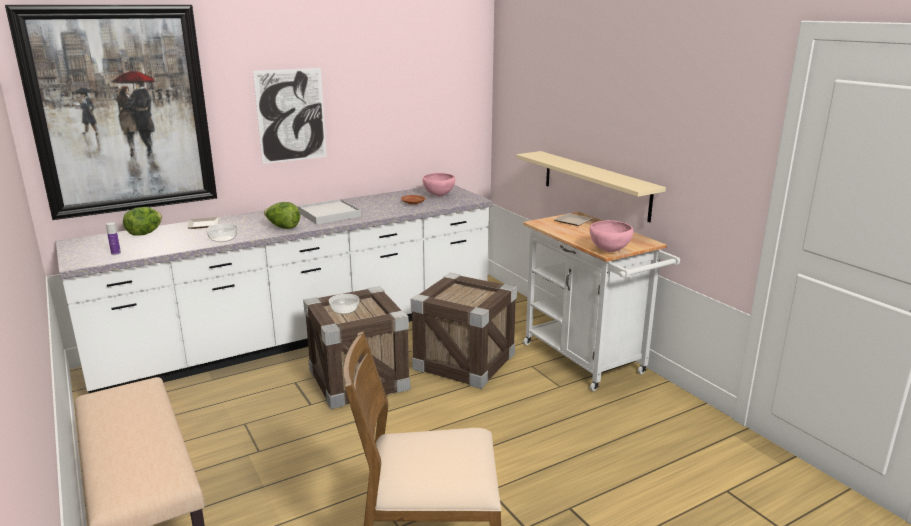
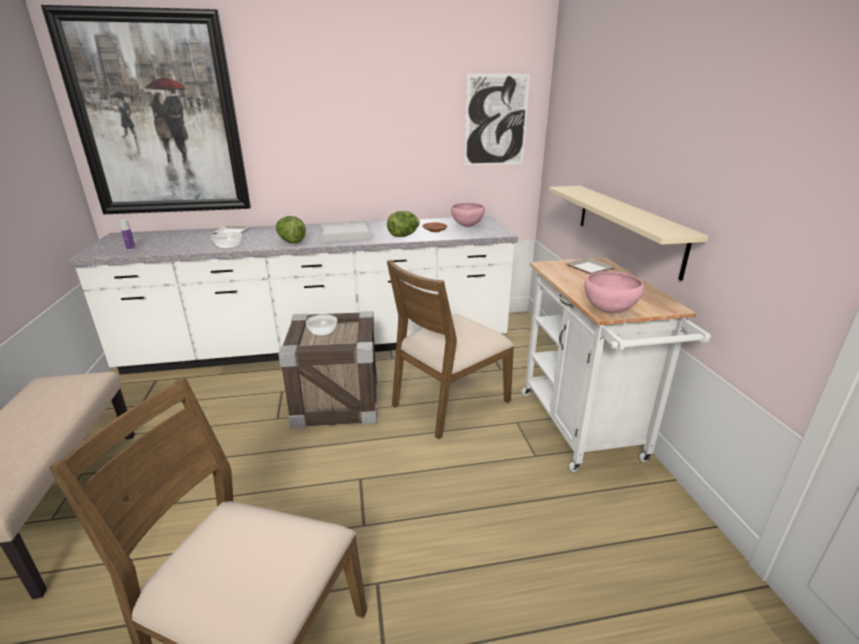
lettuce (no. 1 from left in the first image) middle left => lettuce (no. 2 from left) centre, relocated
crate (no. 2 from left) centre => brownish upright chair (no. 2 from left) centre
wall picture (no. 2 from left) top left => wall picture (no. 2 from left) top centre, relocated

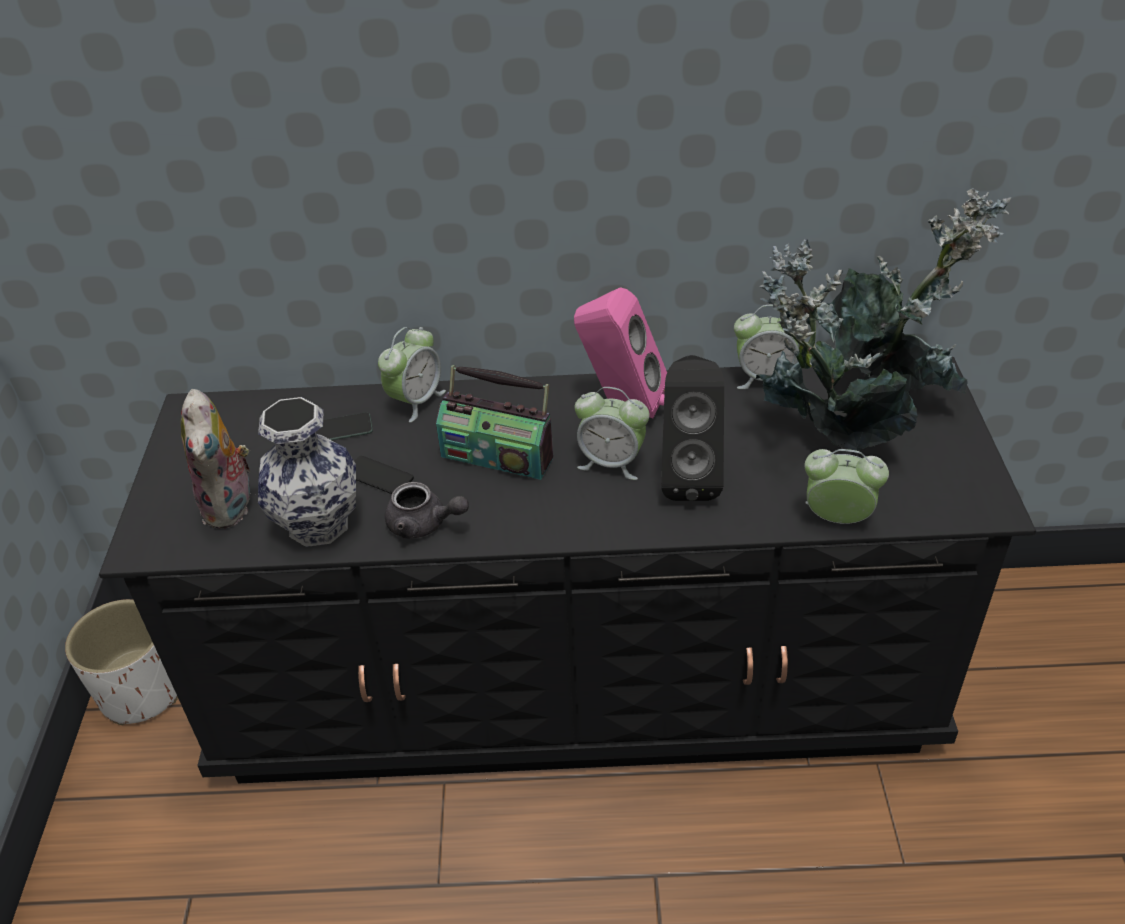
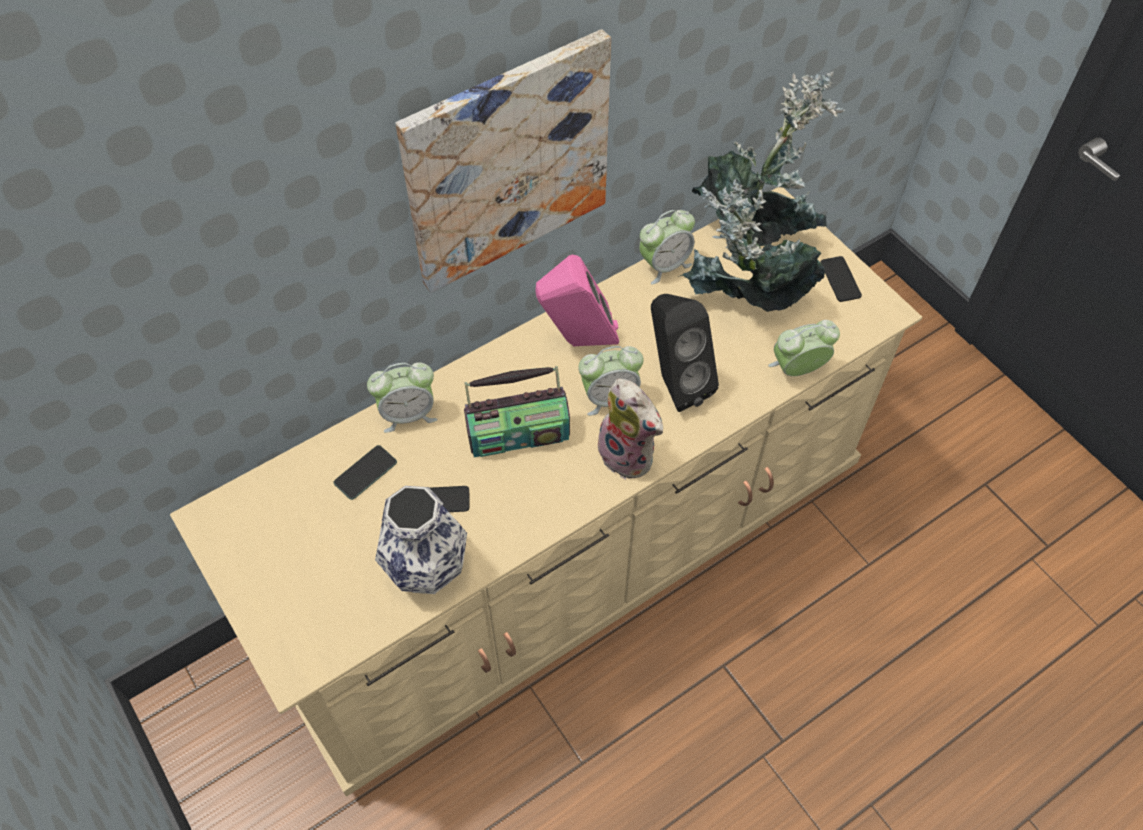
blackish drawer chest centre => beige-coloured drawer chest centre
bedside clock (no. 1 from left) centre, 75 degrees clockwise
nothing => wall picture top centre
plush toy middle left => plush toy centre, relocated
nothing => phone (no. 3 from left) middle right
white planter bottom left => nothing
gray pot for tea centre => nothing

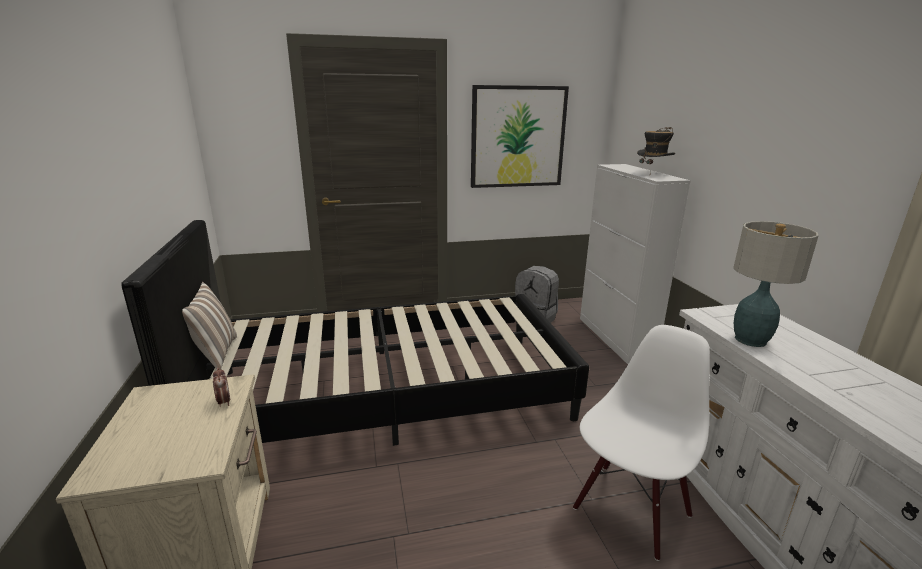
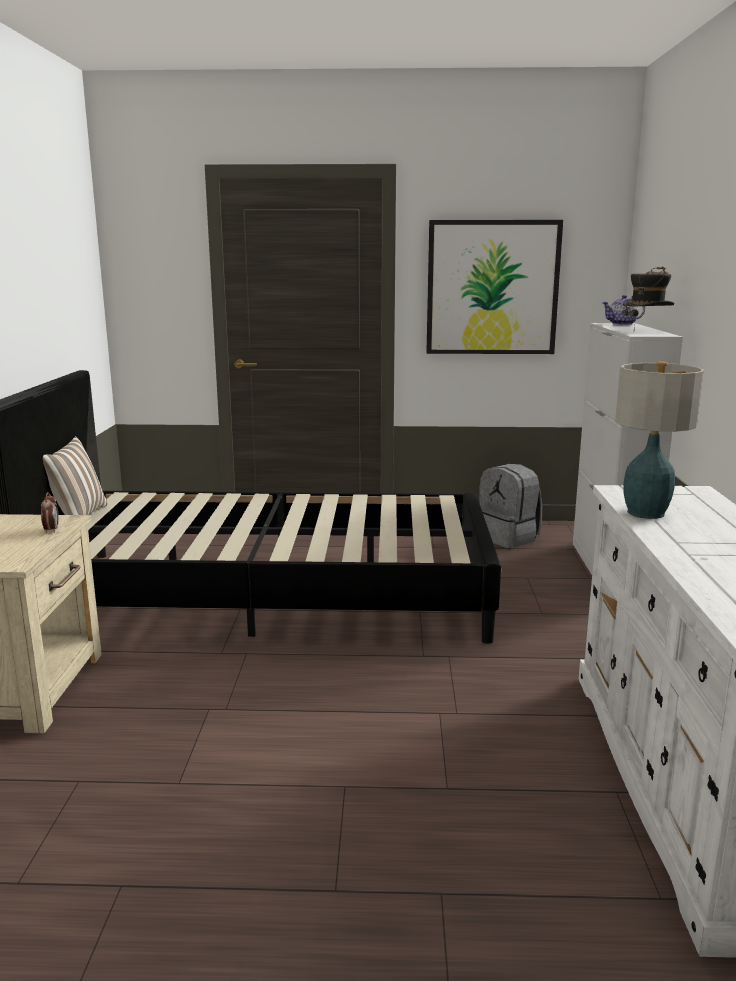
nothing => pot for tea top right
white upright chair bottom right => nothing

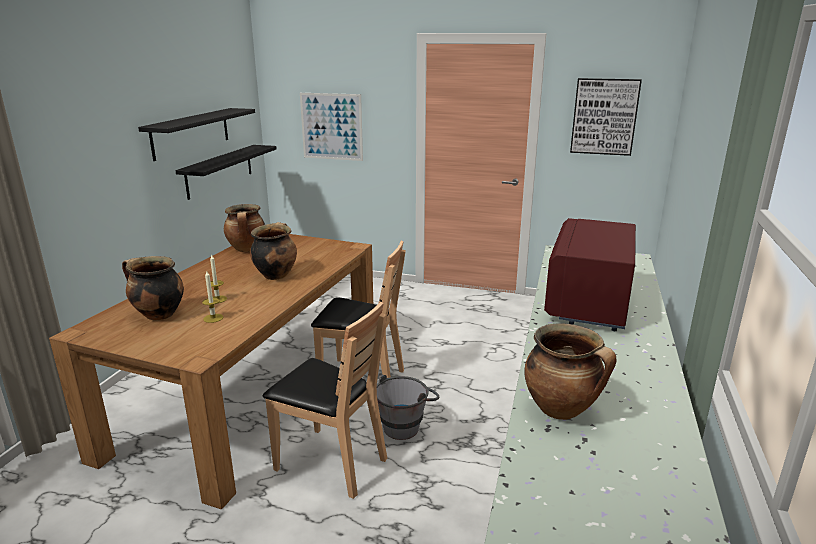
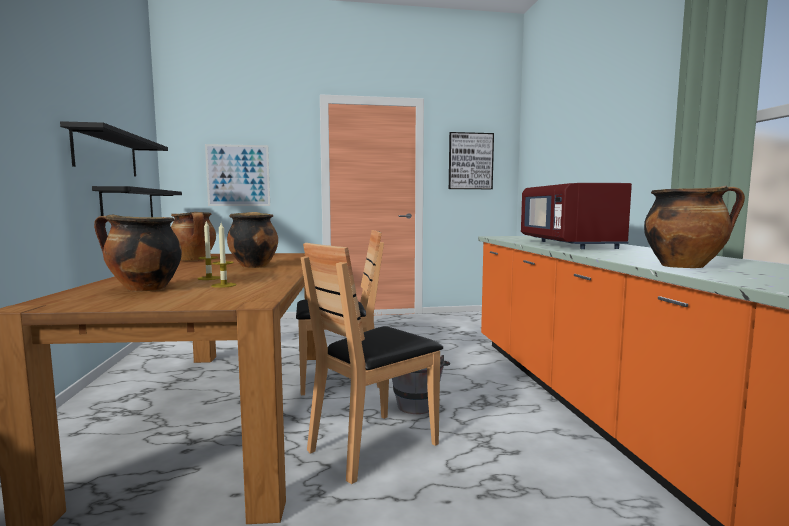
brownish upright chair (no. 1 from left in the first image) bottom centre => brownish upright chair (no. 2 from left) bottom centre, 135 degrees clockwise

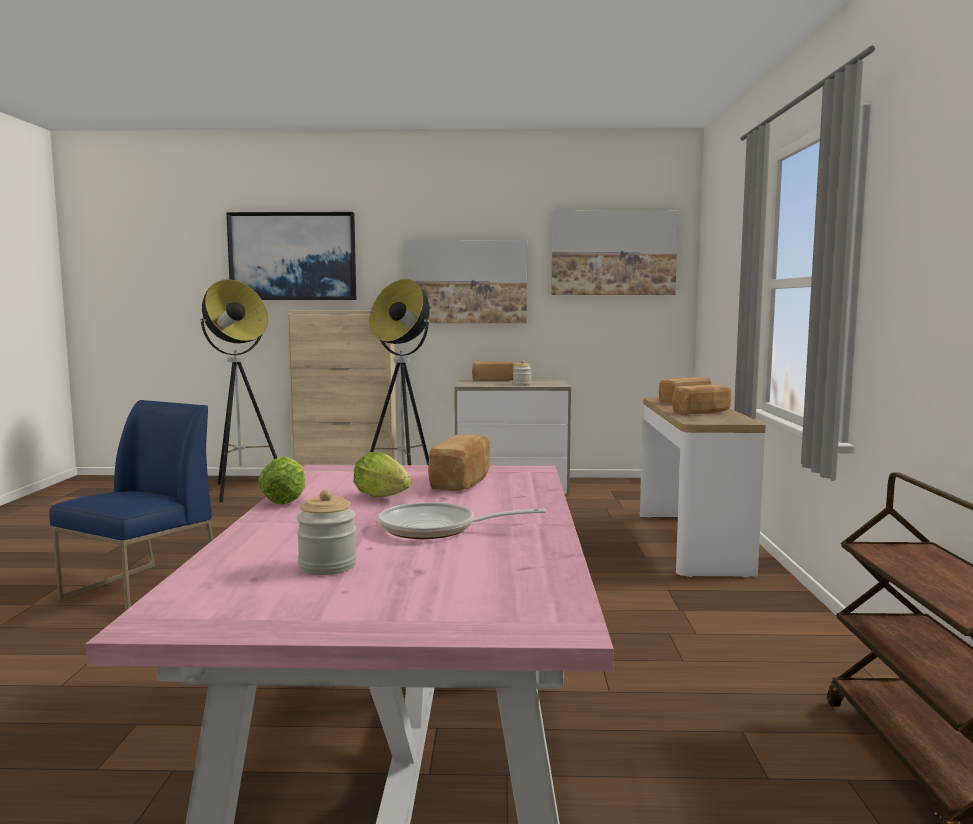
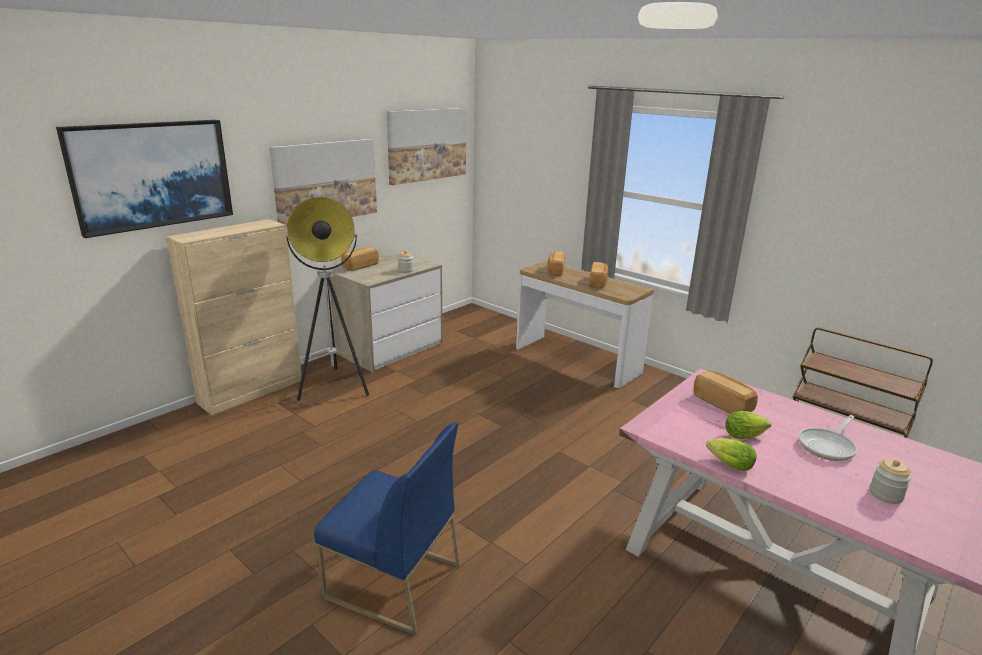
blue-coloured upright chair middle left => blue-coloured upright chair bottom centre, 135 degrees clockwise
standard lamp (no. 1 from left) middle left => nothing

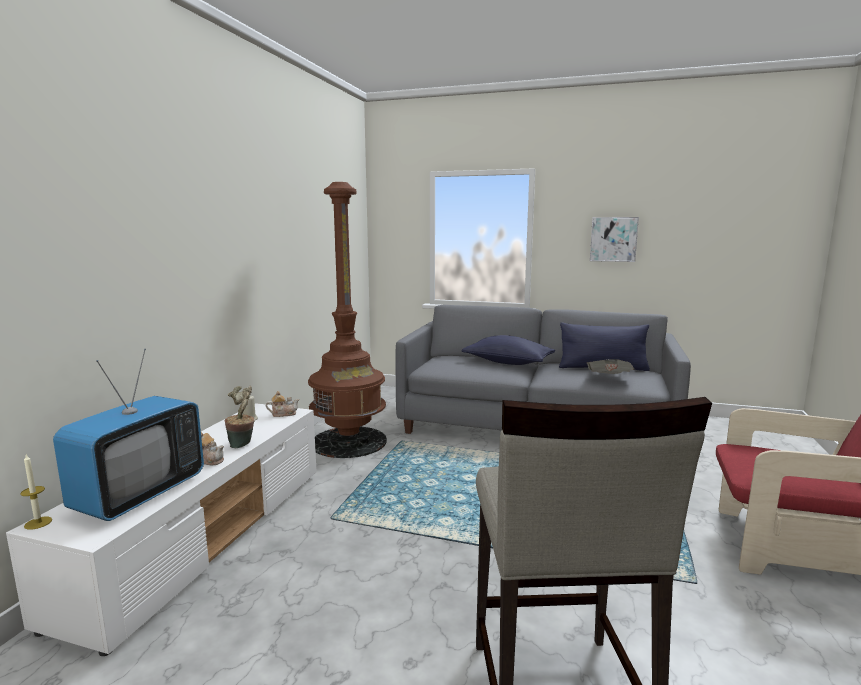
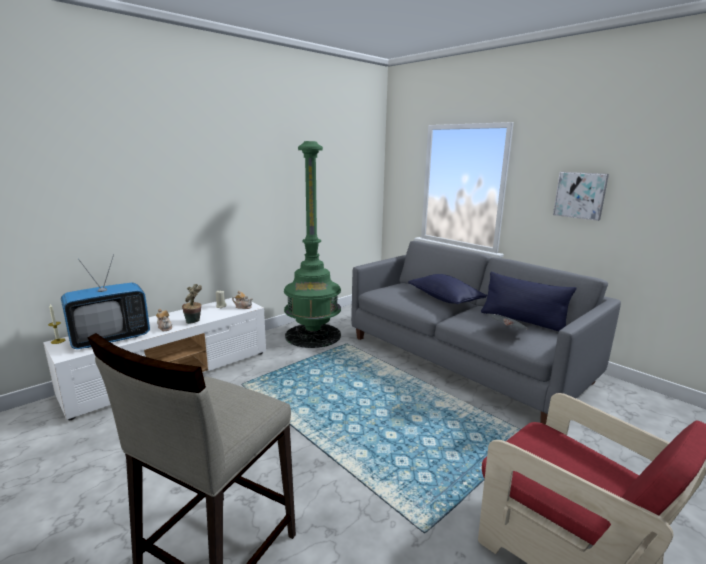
brownish standard lamp centre => green-coloured standard lamp centre

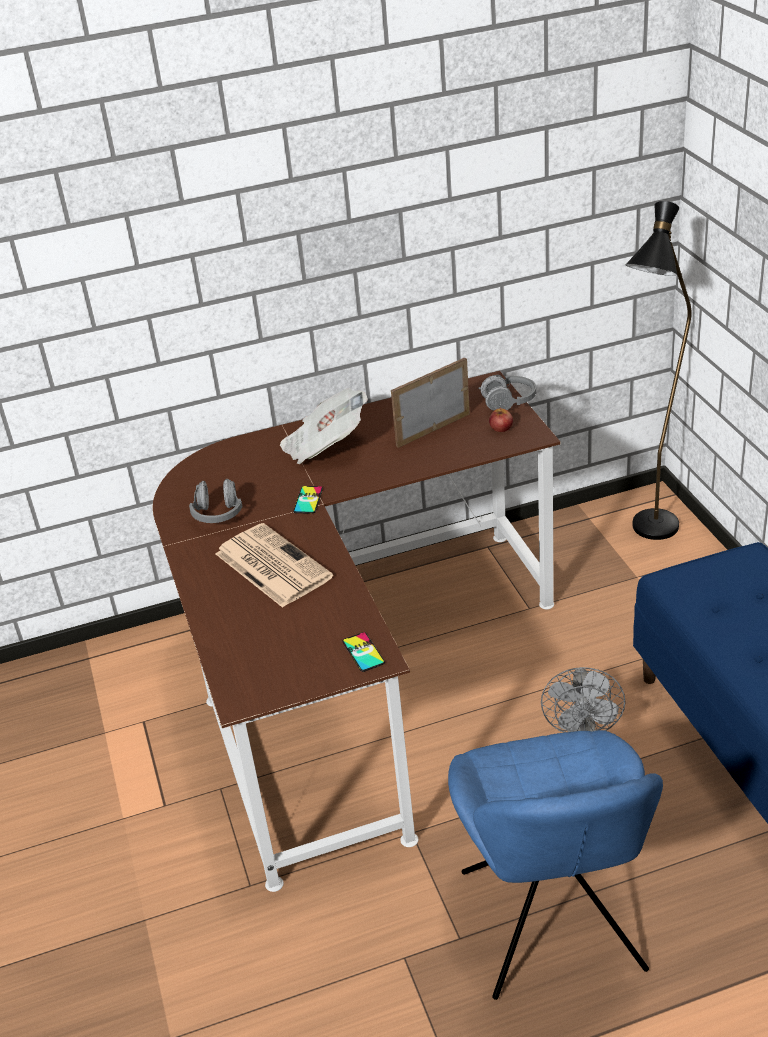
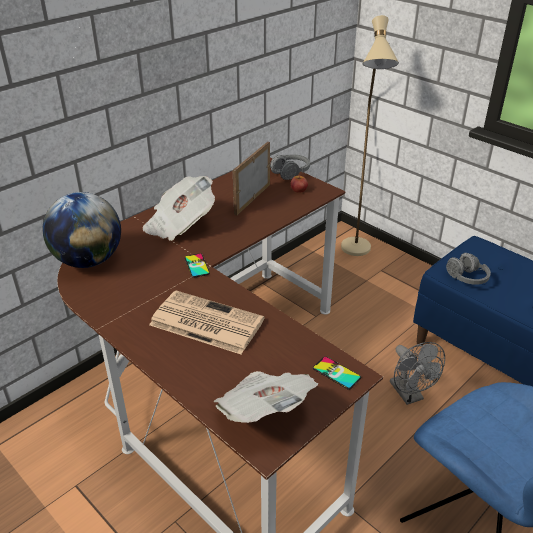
nothing => desk globe middle left
nothing => printed paper (no. 3 from left) bottom centre
blackish standard lamp middle right => beige-coloured standard lamp top right
gray pair of headphones (no. 1 from left in the first image) middle left => gray pair of headphones (no. 2 from left) middle right, relocated

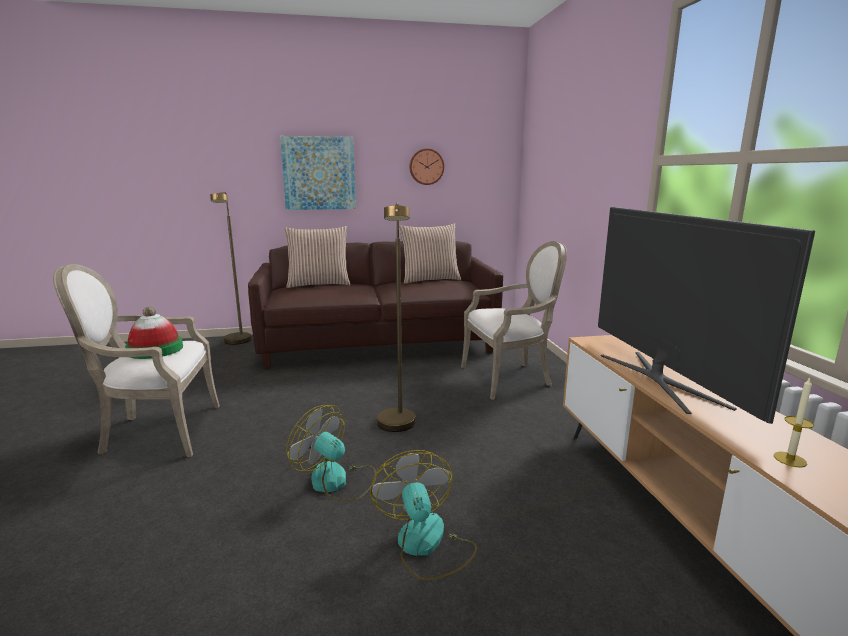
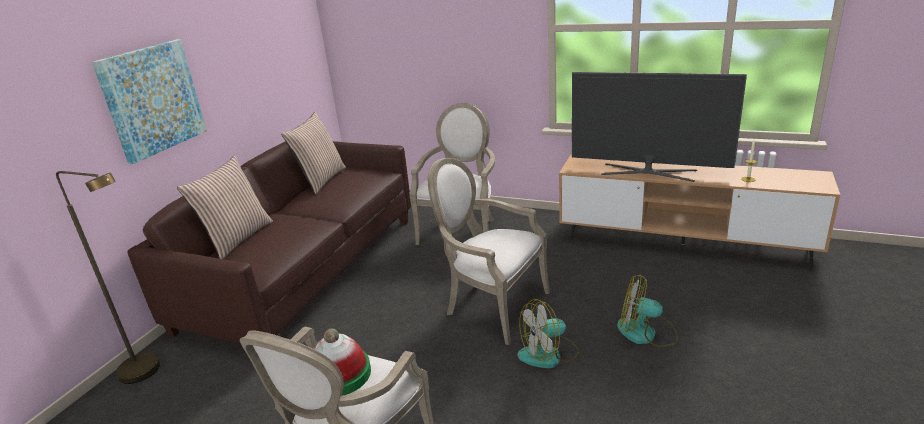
brownish standard lamp (no. 2 from left) centre => easy chair (no. 3 from left) centre
hanging clock top centre => nothing

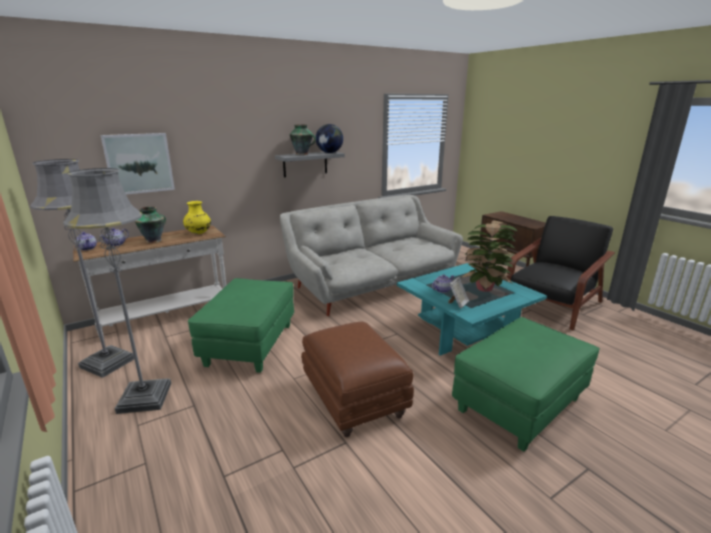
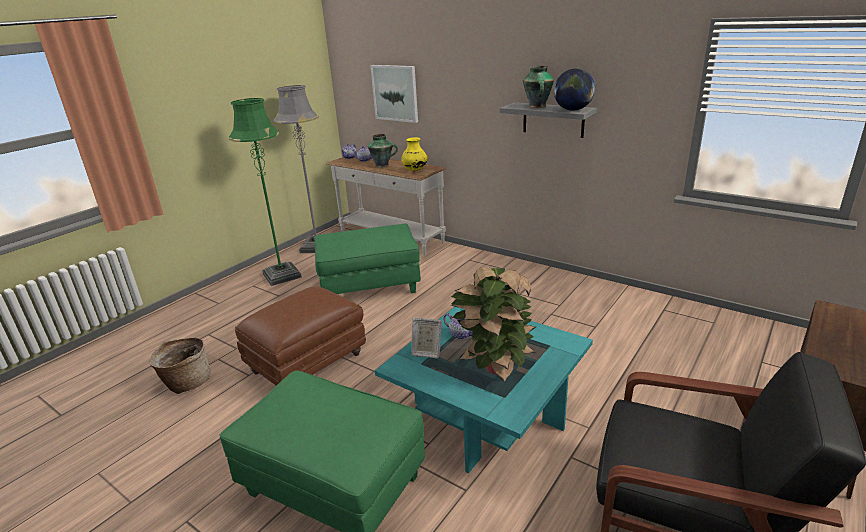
nothing => storage basket bottom left
gray standard lamp (no. 2 from left) middle left => green-coloured standard lamp middle left
gray couch centre => nothing

